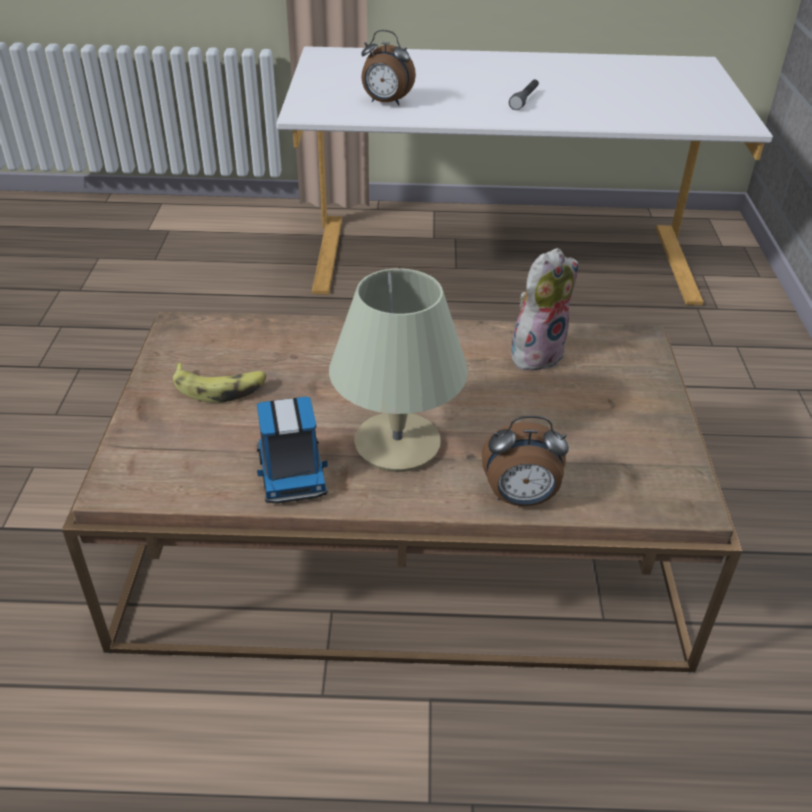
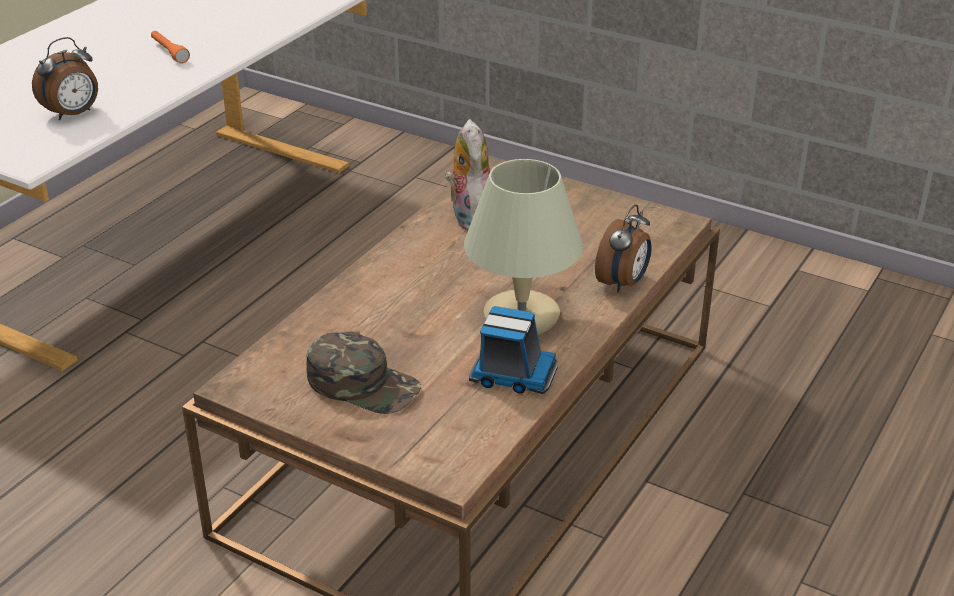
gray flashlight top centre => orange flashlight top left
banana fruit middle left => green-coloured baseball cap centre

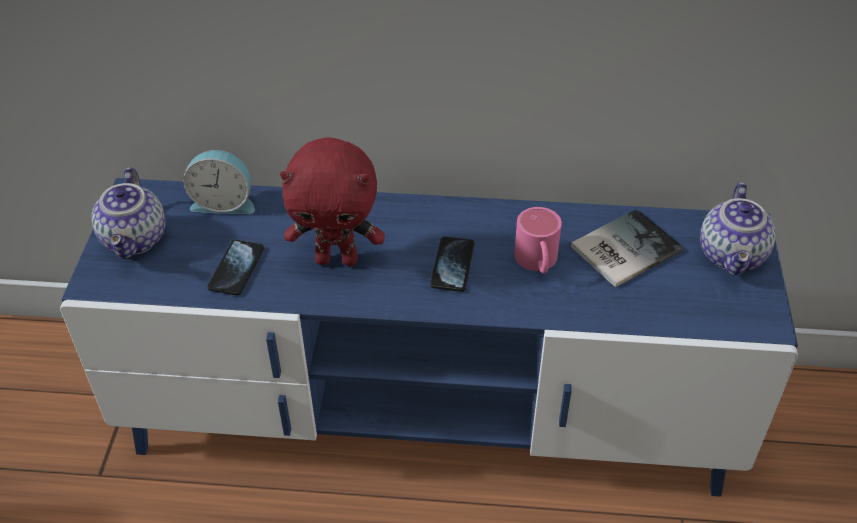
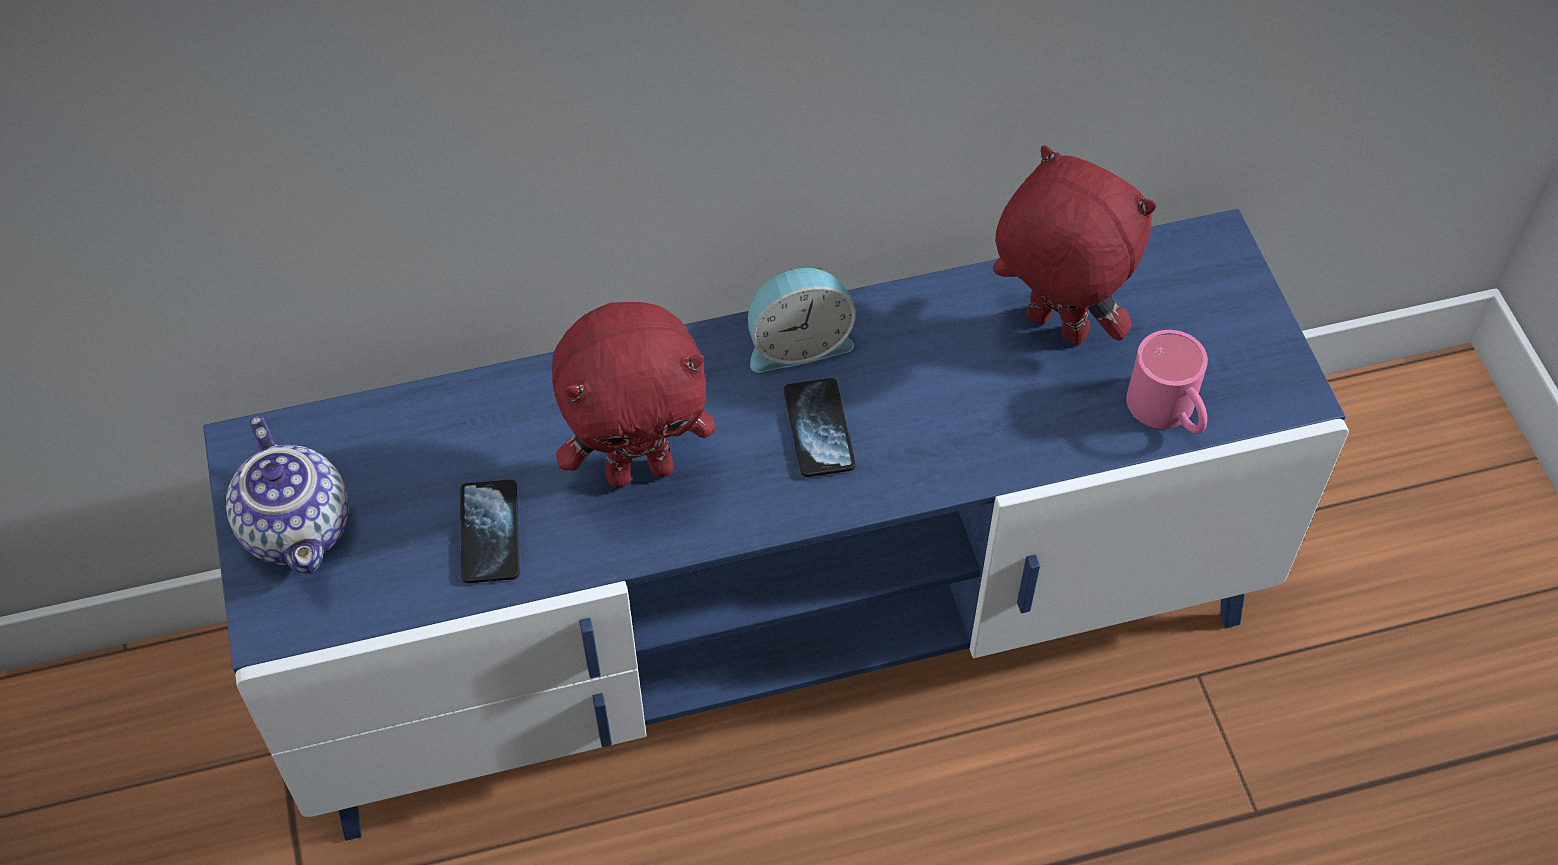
bedside clock middle left => bedside clock centre, relocated
bound book middle right => reddish plush toy (no. 2 from left) top right
pink-coloured mug centre => pink-coloured mug middle right, relocated
pot for tea (no. 2 from left) middle right => nothing

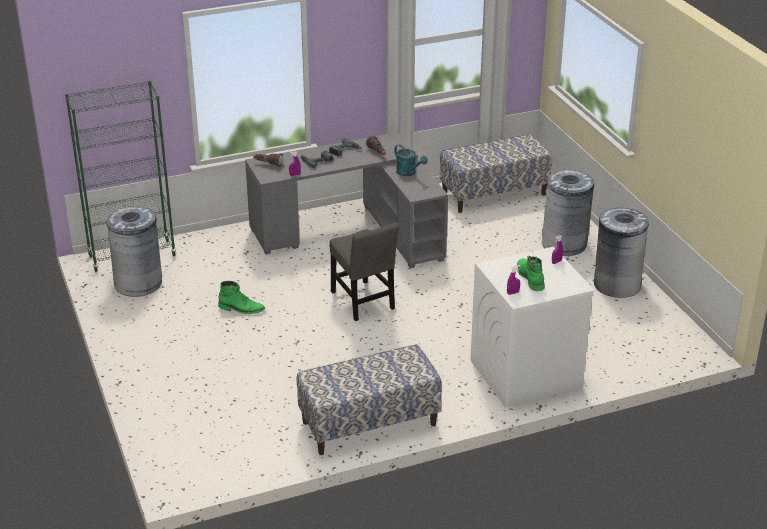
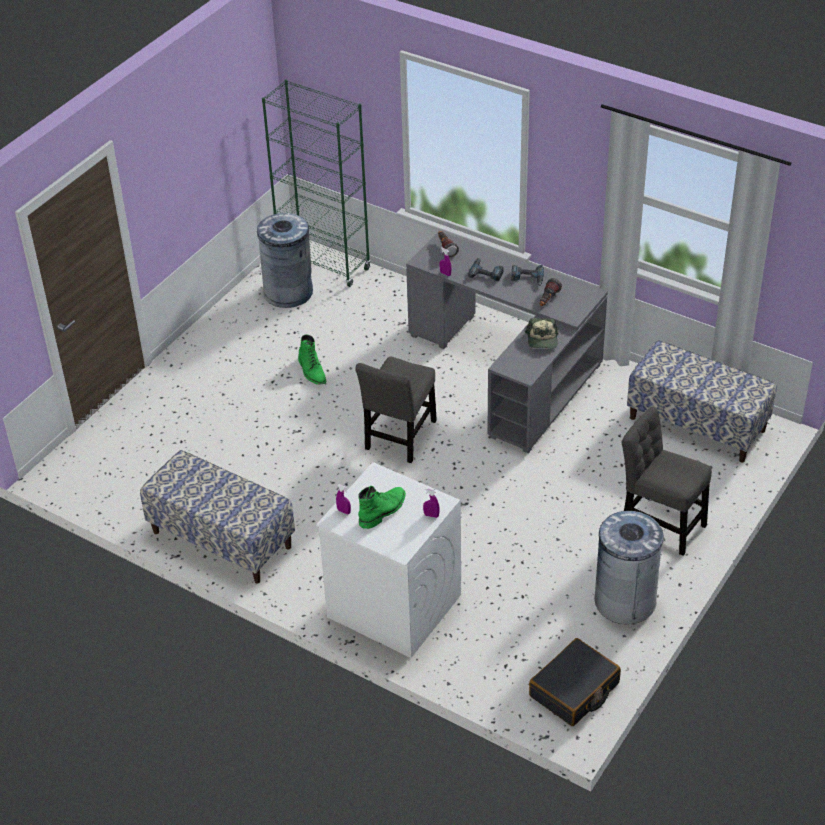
blue-green watering pot top centre => baseball cap centre
nothing => blackish travel case bottom right
gray trash can (no. 2 from left) middle right => gray upright chair (no. 2 from left) middle right

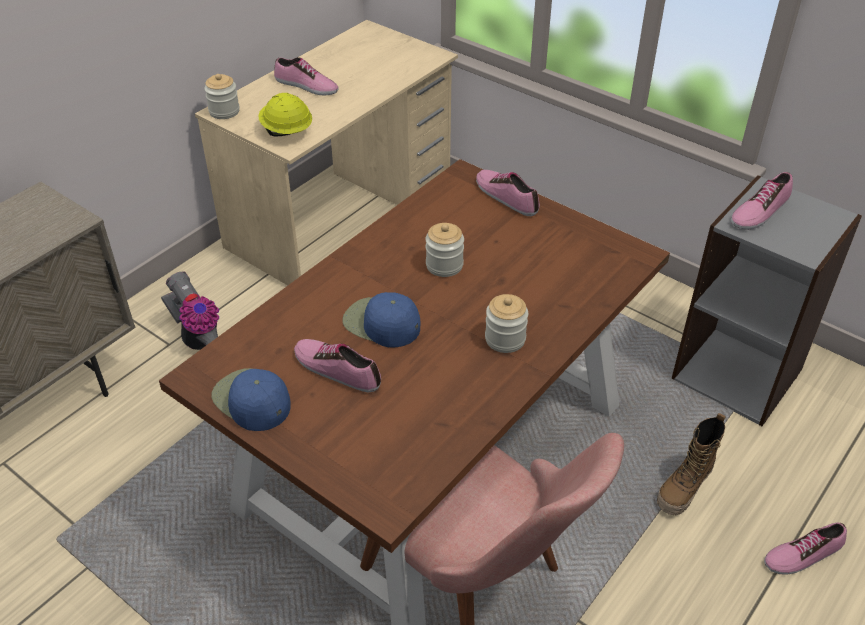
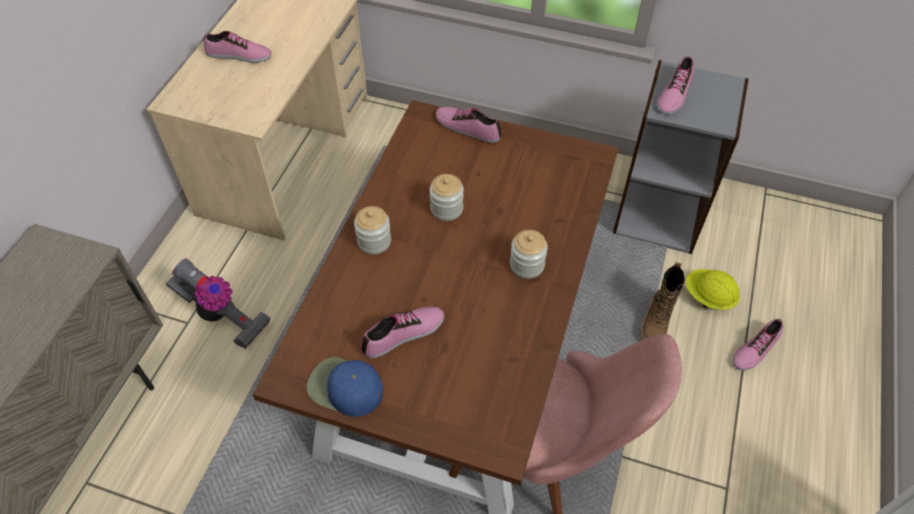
jar (no. 1 from left) top left => jar (no. 1 from left) centre, relocated
low shoe (no. 2 from left) centre, 135 degrees clockwise
yellow-coloured hard hat top left => yellow-coloured hard hat middle right, relocated
blue-coloured baseball cap (no. 2 from left) centre => nothing

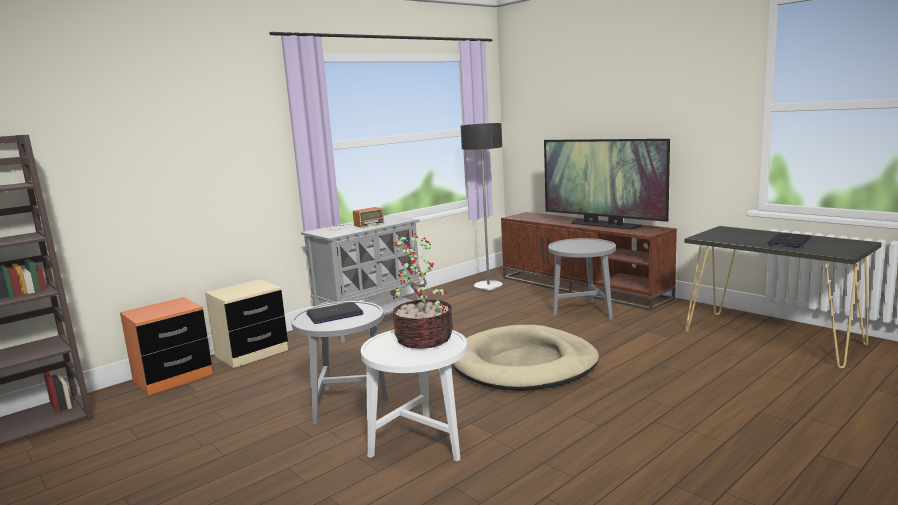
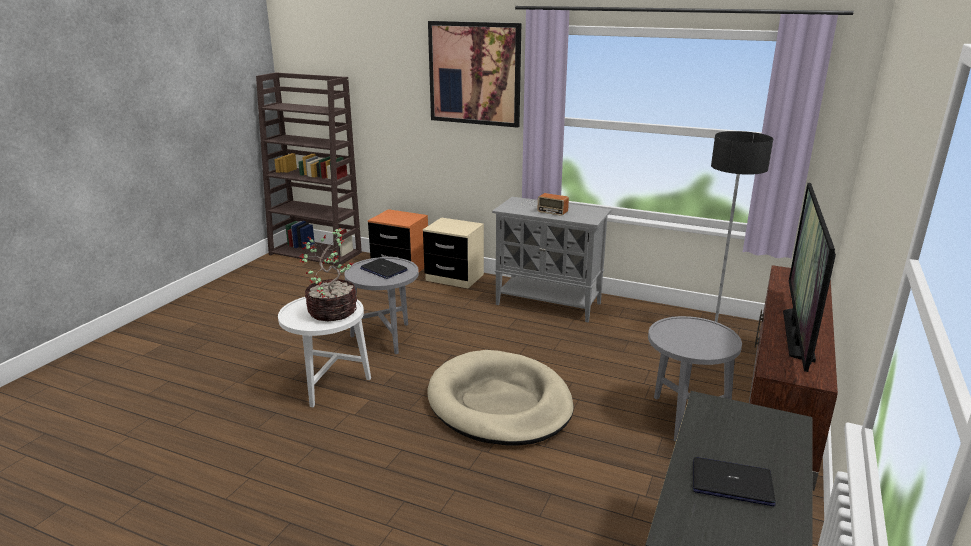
nothing => wall picture top centre

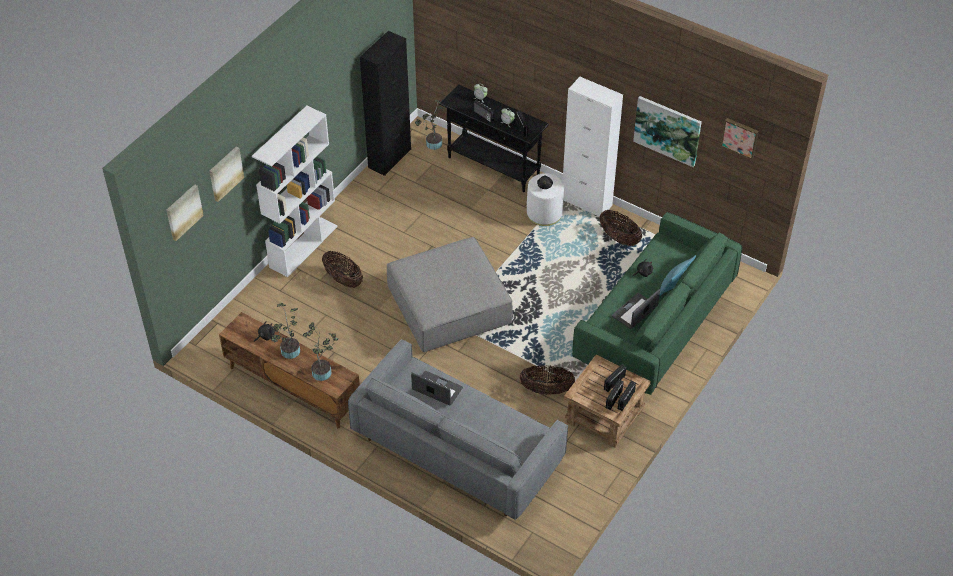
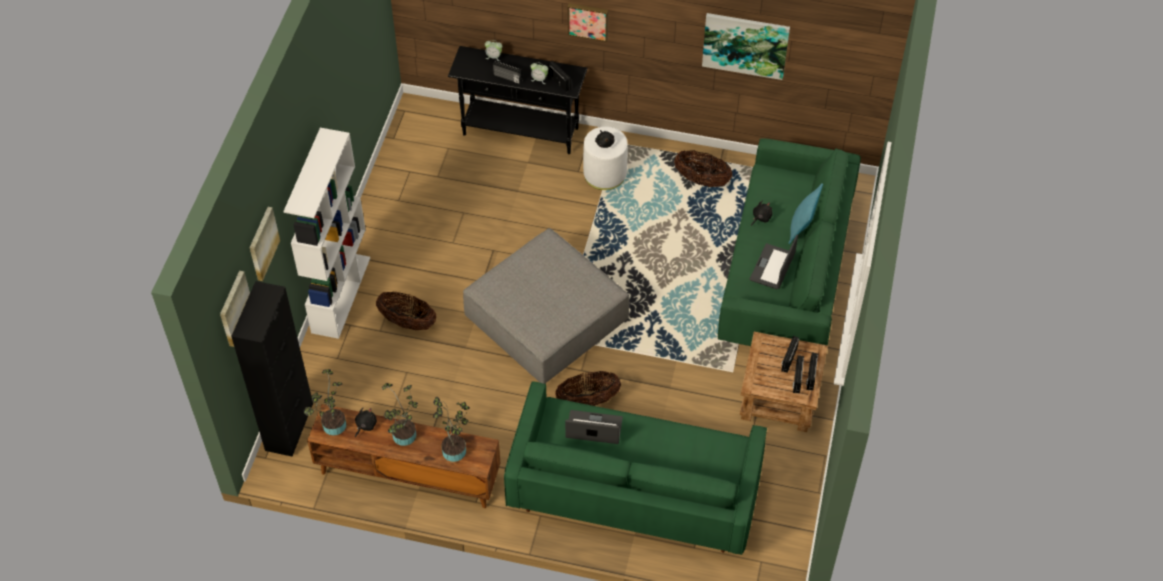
blackish cupboard top centre => blackish cupboard middle left, relocated
plant in a pot (no. 3 from left in the first image) top centre => plant in a pot (no. 1 from left) bottom left, relocated
gray couch bottom centre => green-coloured couch (no. 1 from left) bottom centre
storage basket (no. 2 from left) centre => storage basket (no. 2 from left) bottom centre, relocated
wall picture (no. 4 from left in the first image) top right => wall picture (no. 3 from left) top centre, relocated
white cupboard top centre => nothing

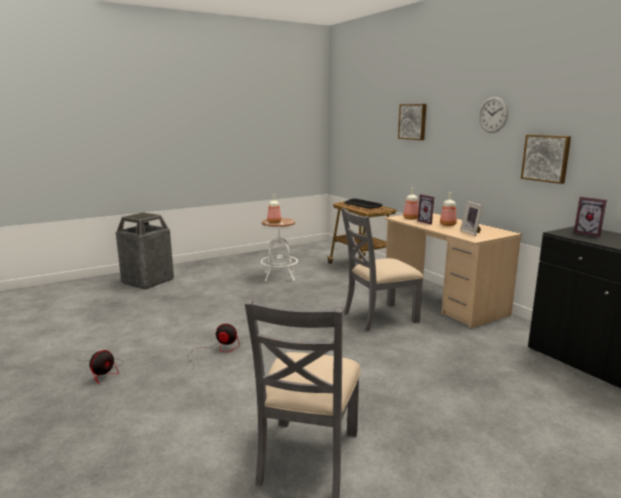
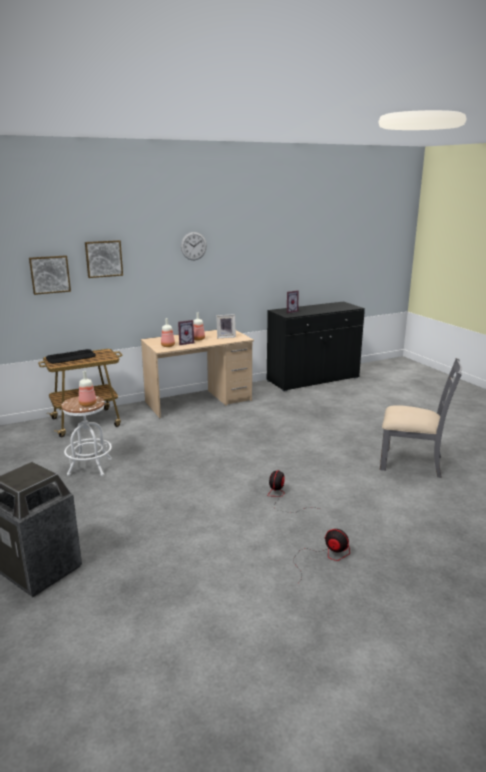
wall picture (no. 2 from left in the first image) top right => wall picture (no. 1 from left) middle left, relocated
gray upright chair (no. 2 from left) centre => nothing

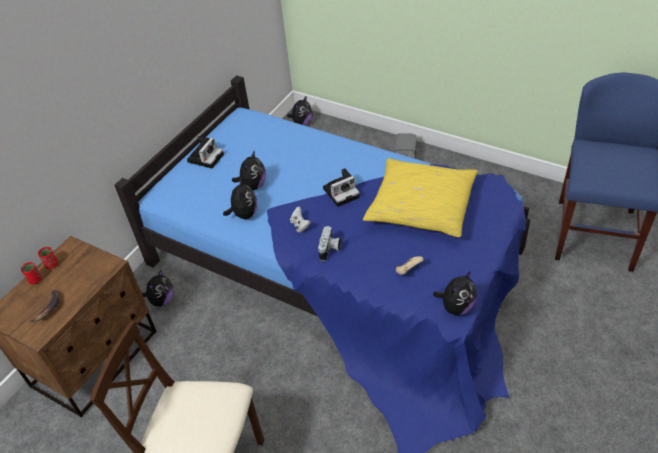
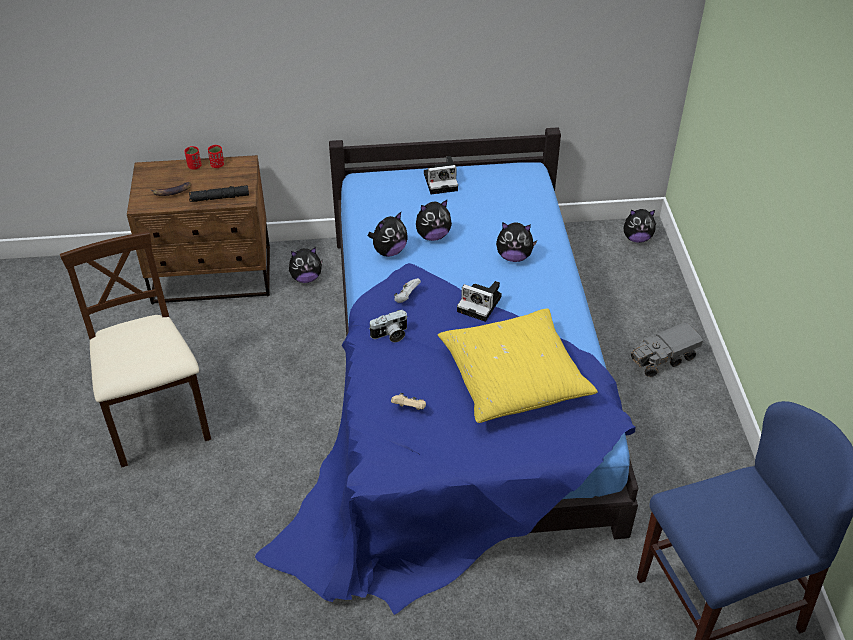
nothing => blackish flashlight top left
plush toy (no. 5 from left in the first image) middle right => plush toy (no. 4 from left) centre, relocated

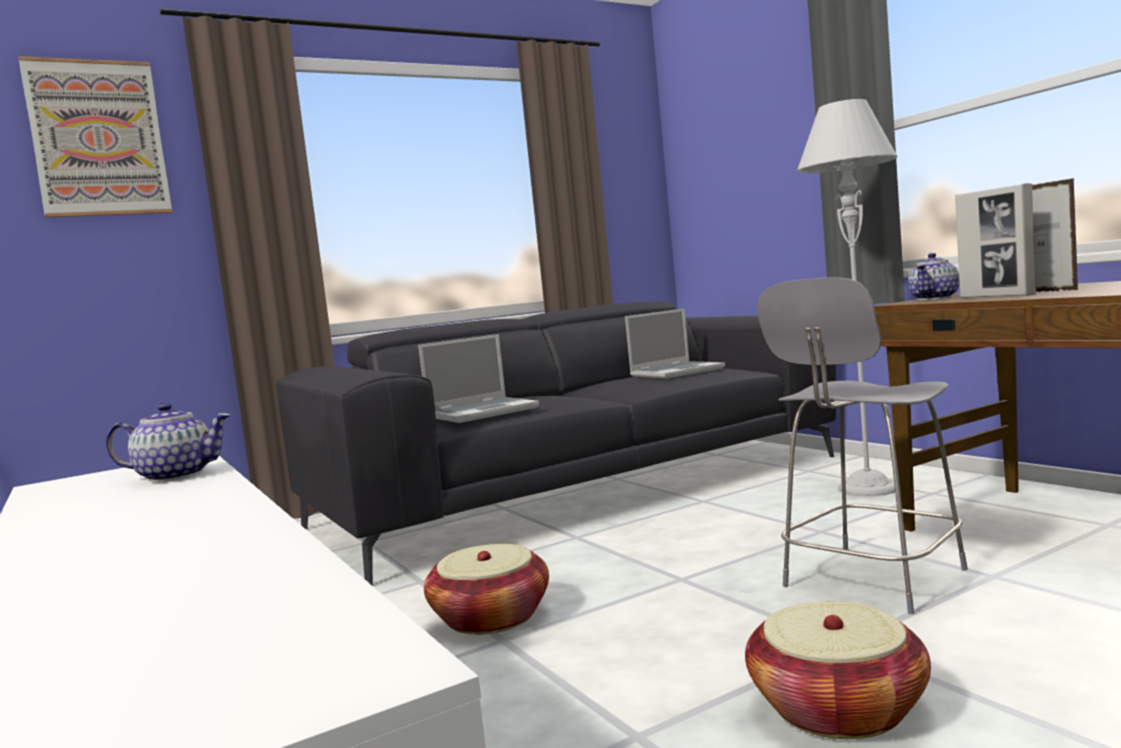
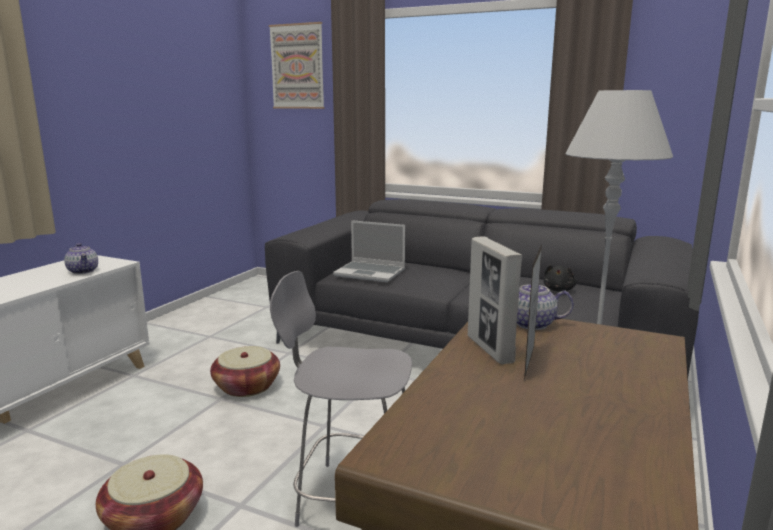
standing frame (no. 1 from left) top right => standing frame (no. 1 from left) centre, 45 degrees counterclockwise
laptop (no. 2 from left) centre => blackish plush toy middle right

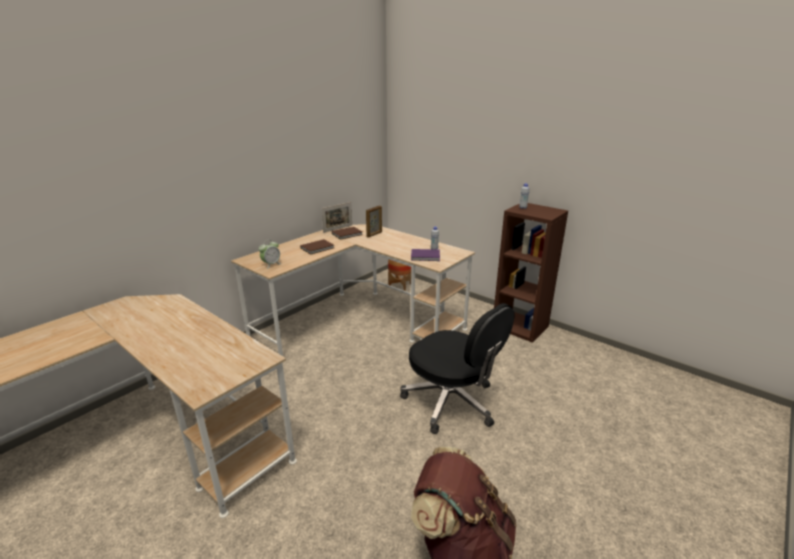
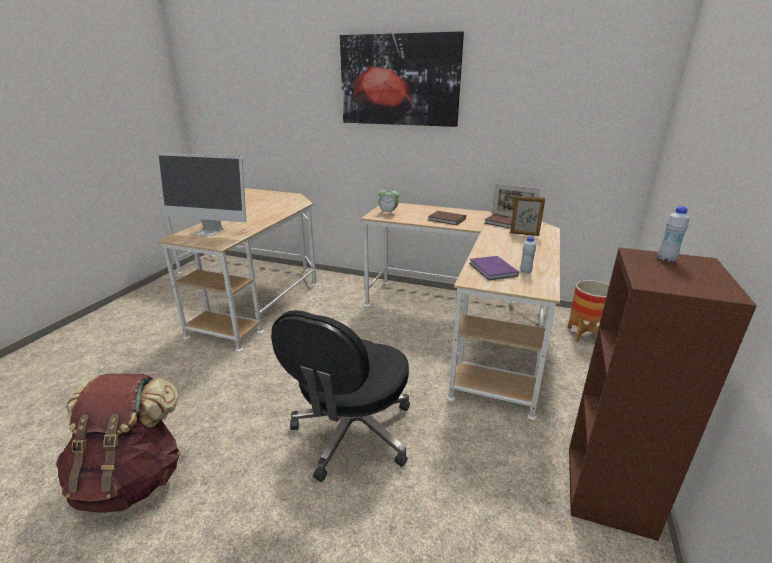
nothing => computer display middle left
nothing => wall picture top centre

